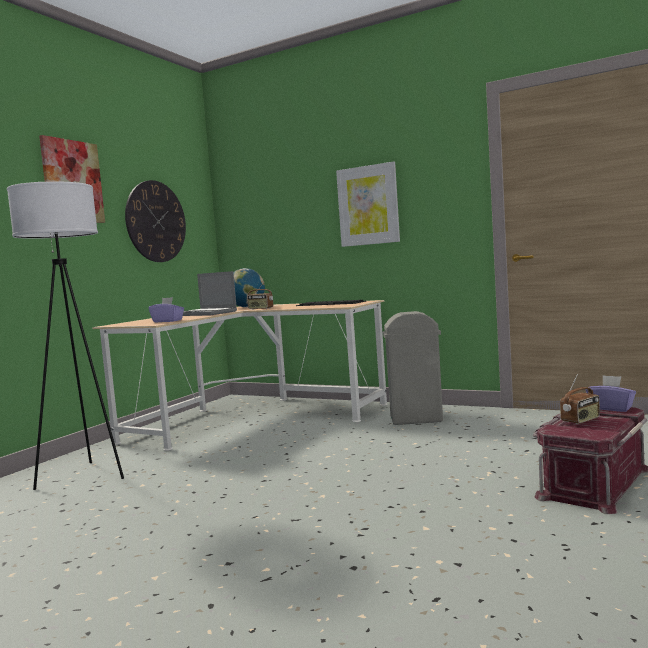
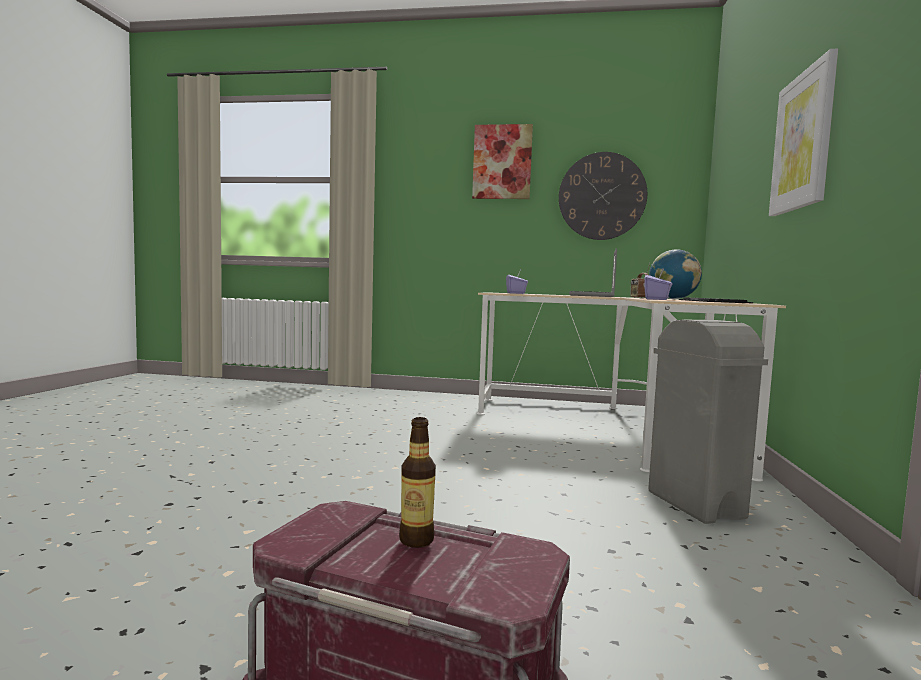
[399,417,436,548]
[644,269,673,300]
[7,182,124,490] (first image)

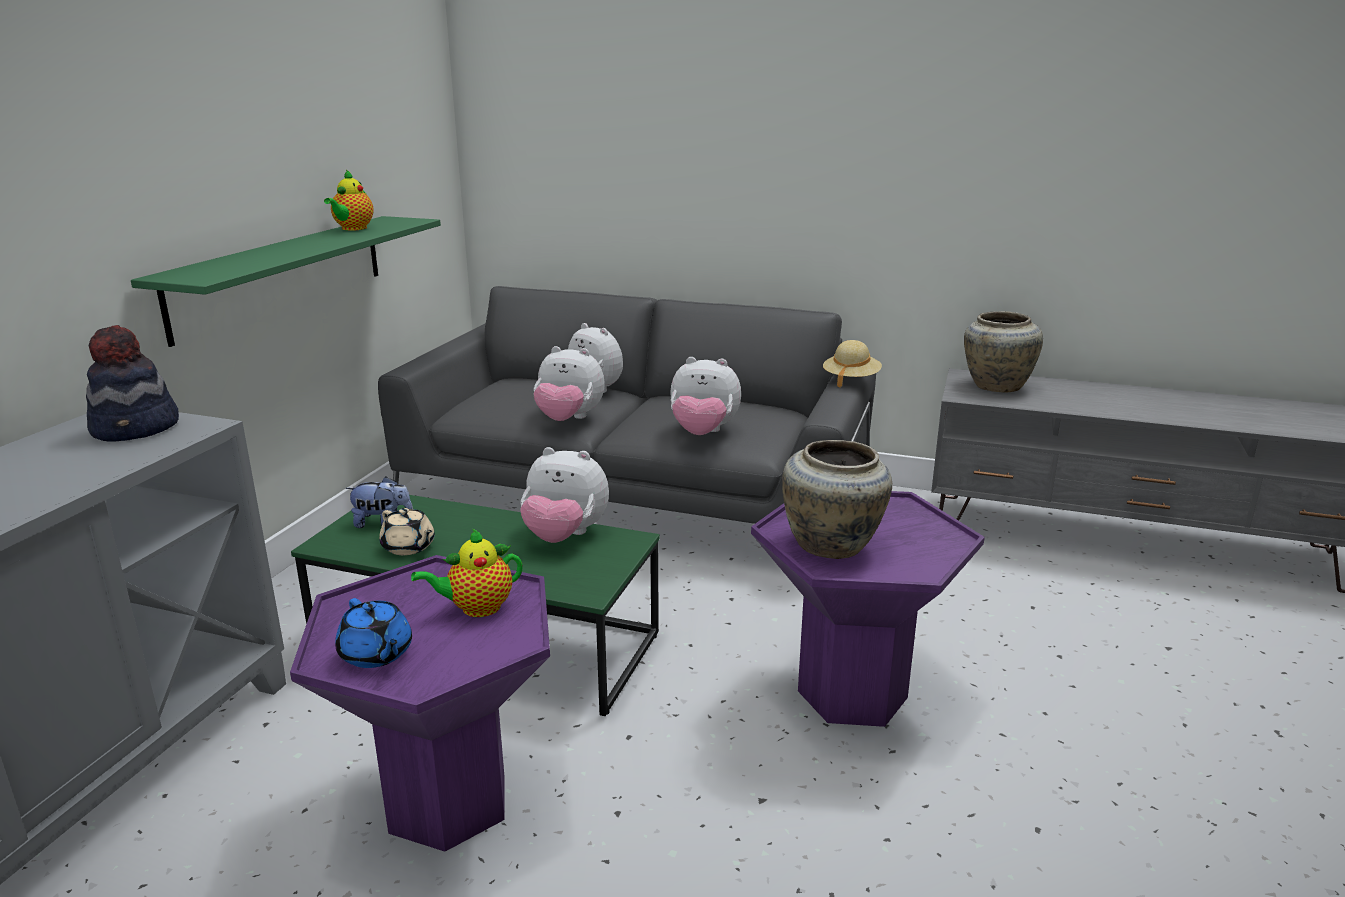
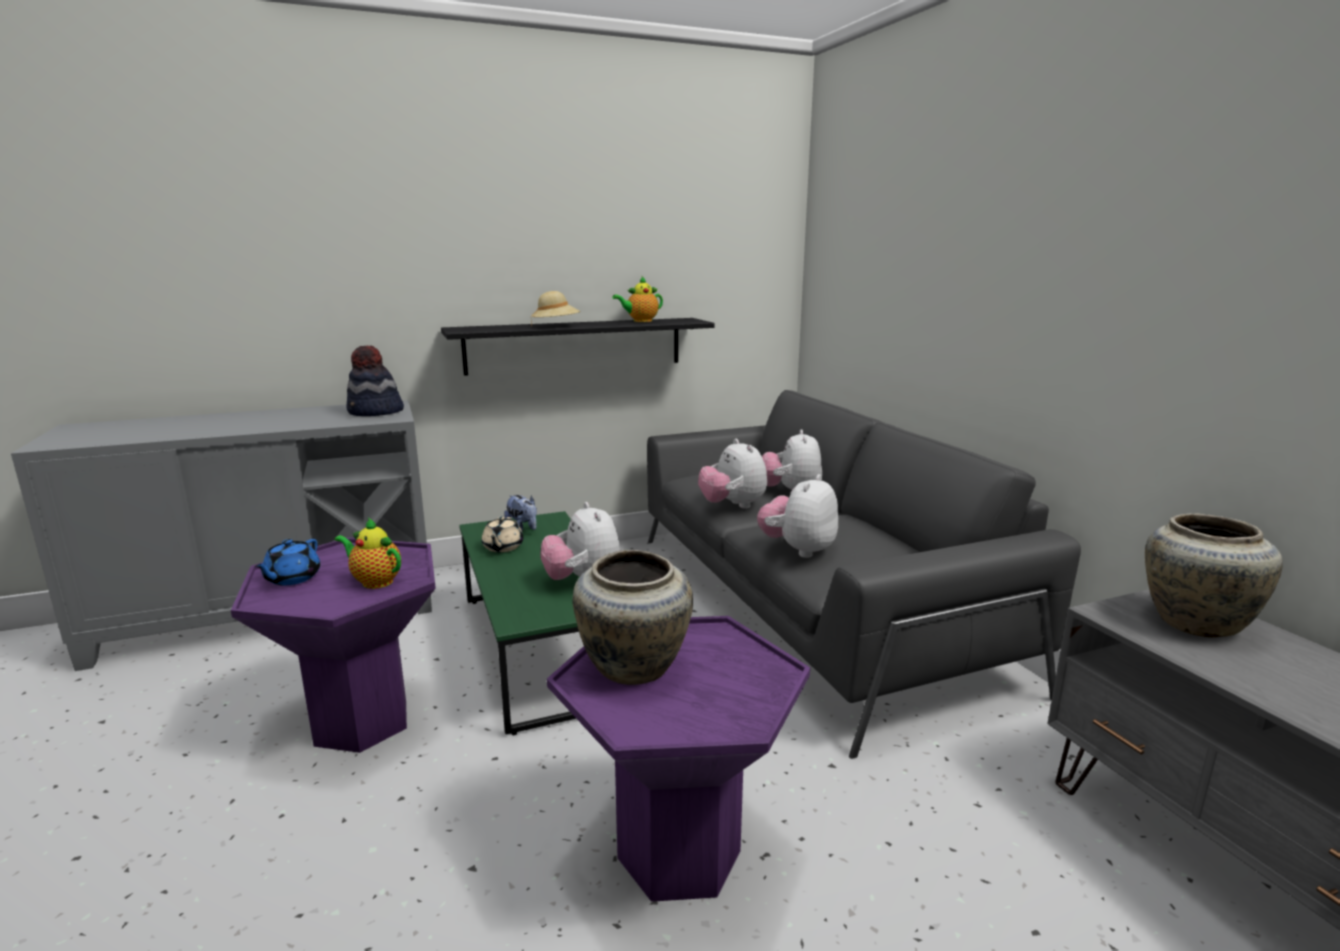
[441,318,715,376]
[531,291,580,326]
[757,474,838,558]

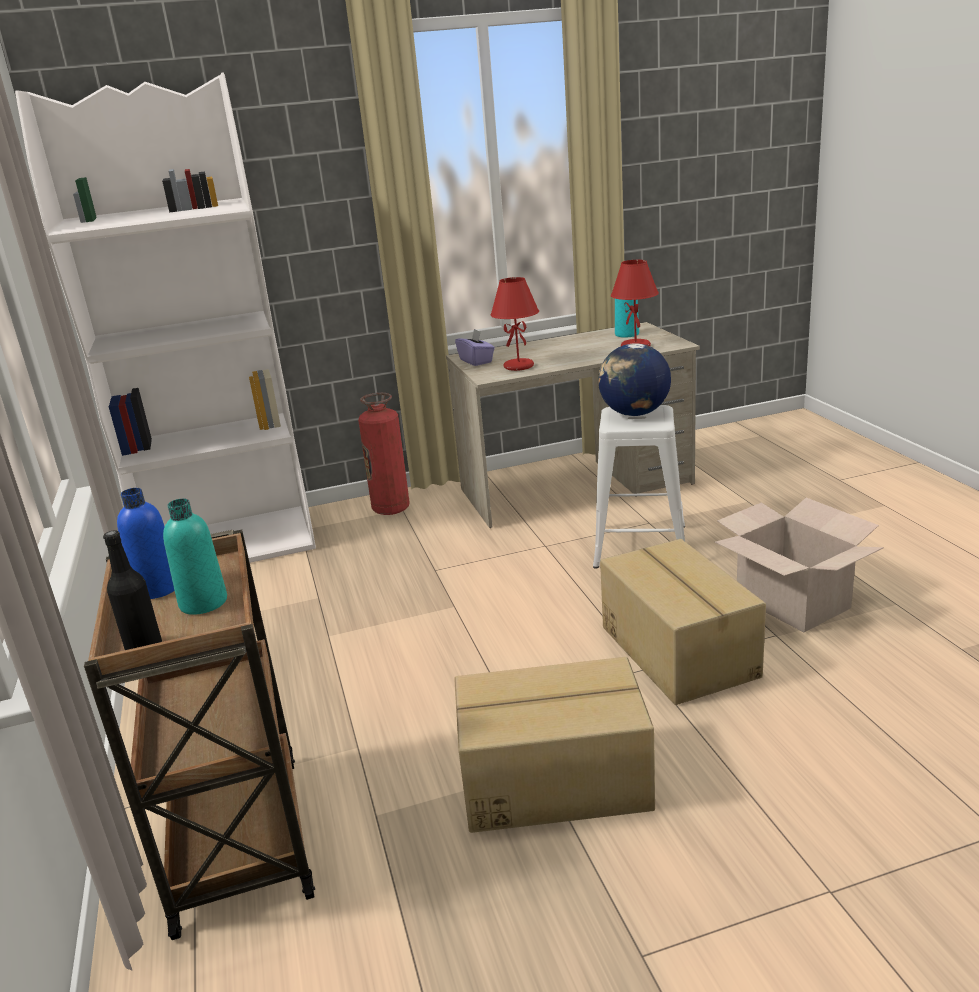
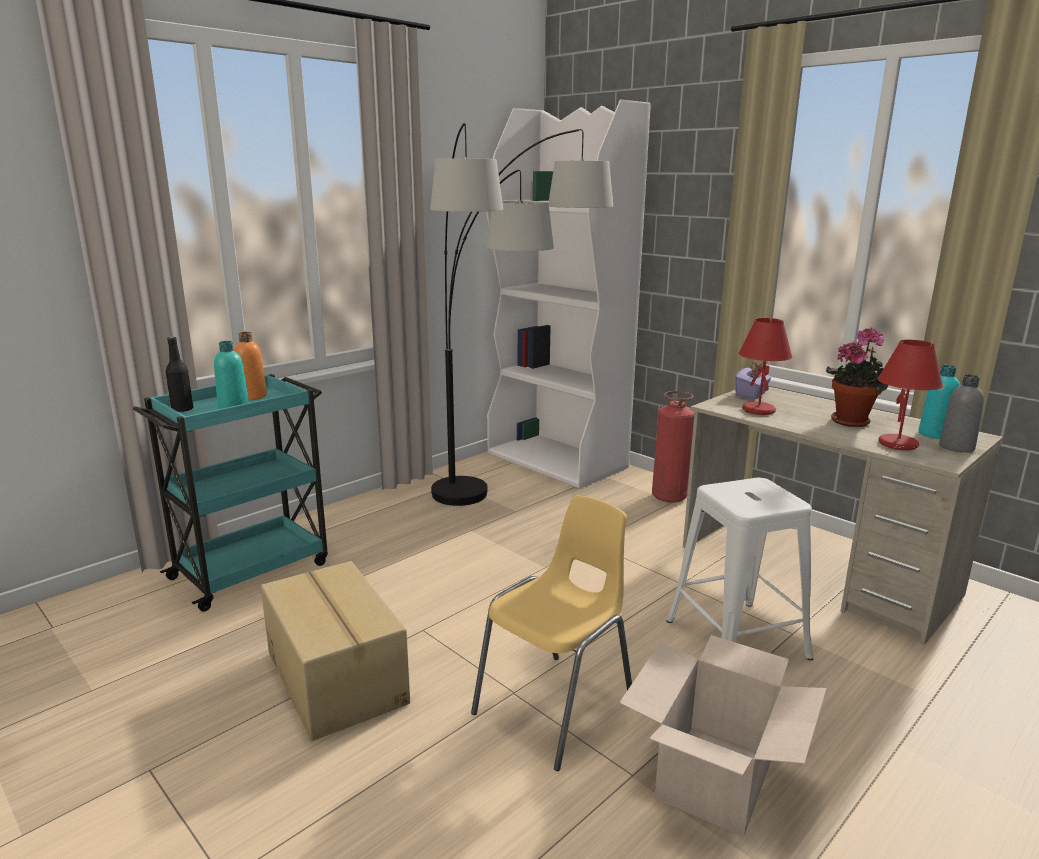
[133,374,328,612]
[234,332,267,400]
[430,123,613,506]
[471,496,632,771]
[826,327,888,427]
[939,375,984,453]
[598,343,671,416] (first image)

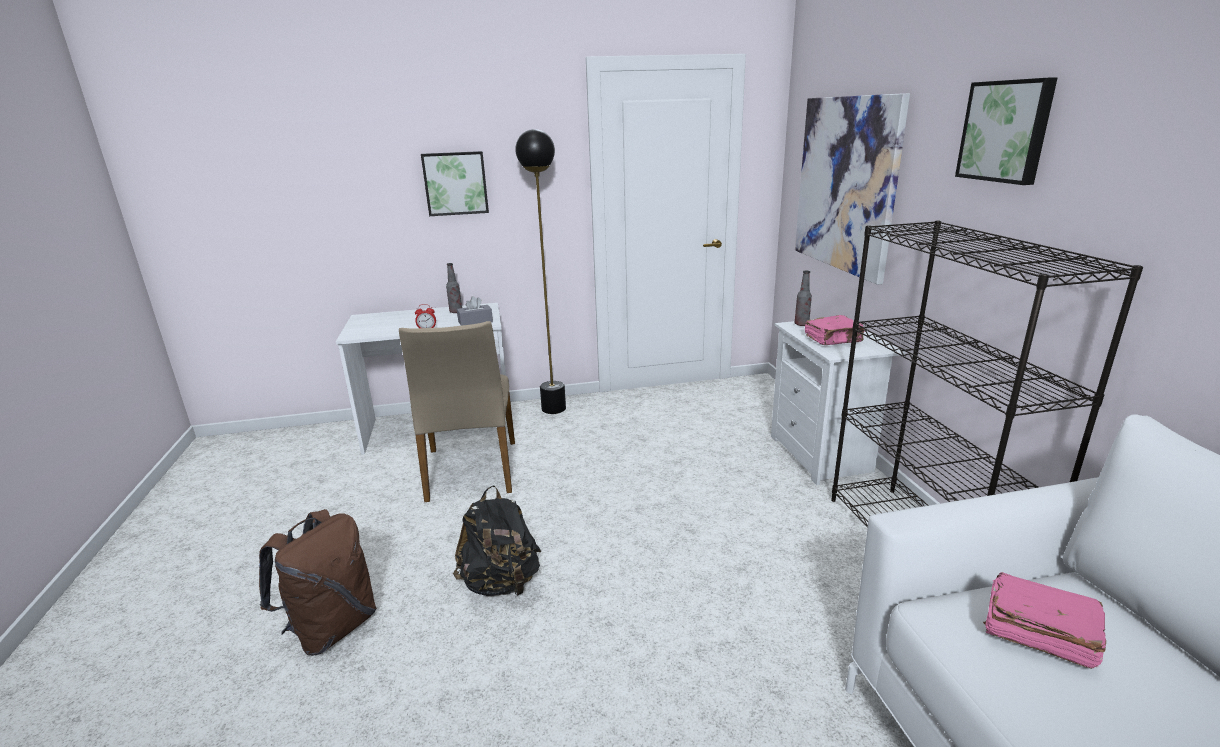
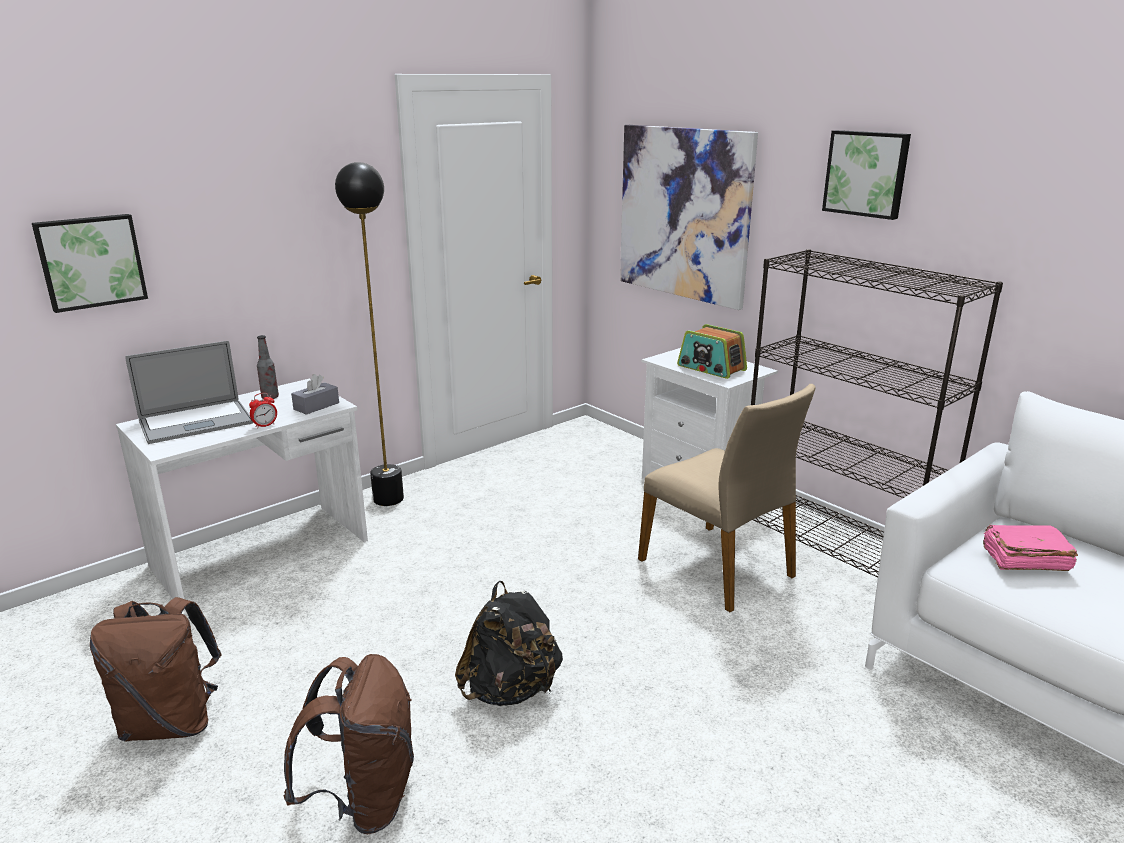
[32,214,148,313]
[90,597,222,742]
[125,341,253,444]
[638,384,816,612]
[677,324,747,379]
[795,271,812,326] (first image)

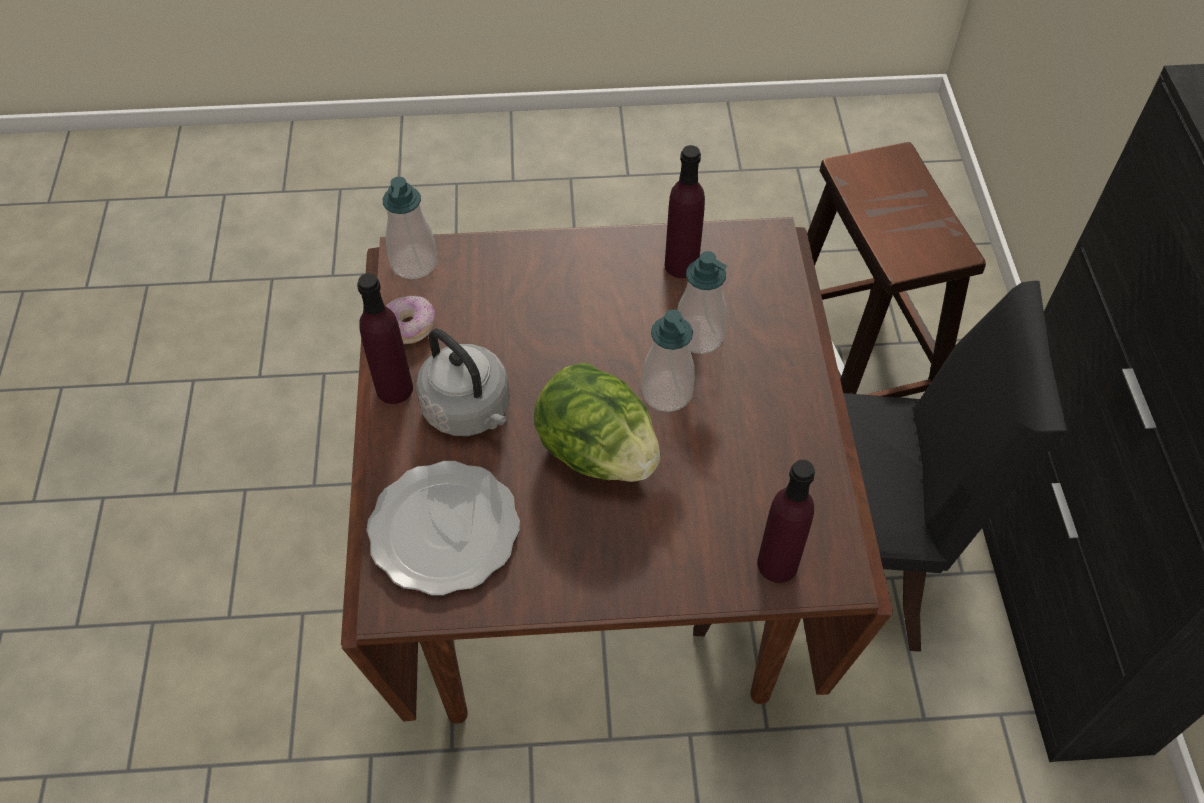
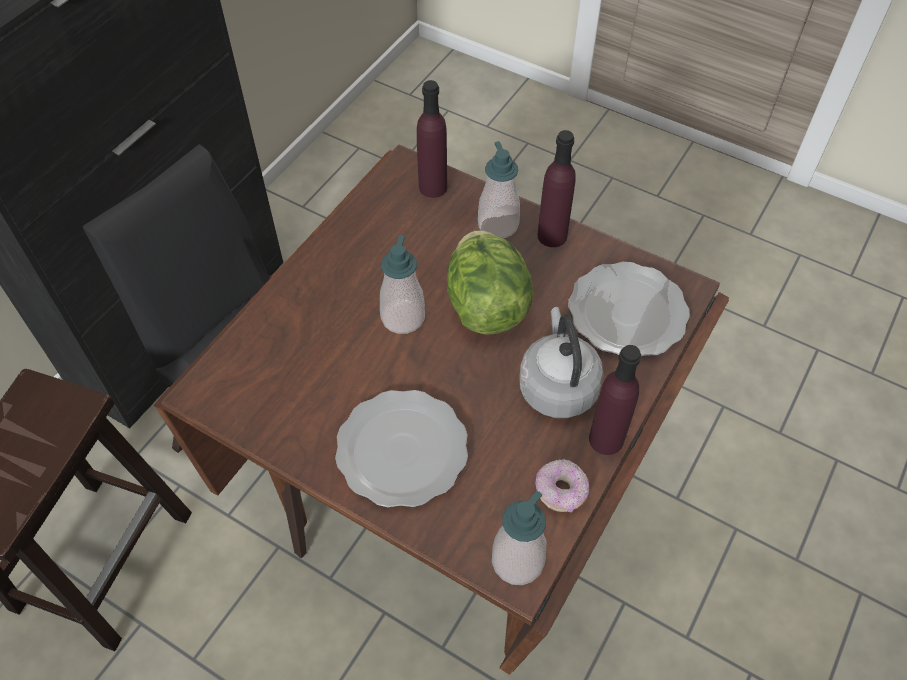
[335,390,468,508]
[478,141,520,238]
[538,130,576,247]

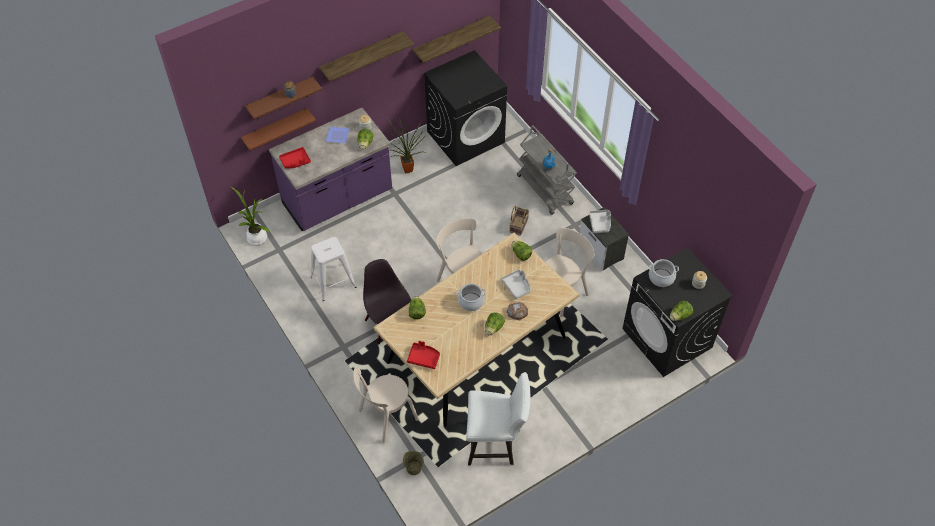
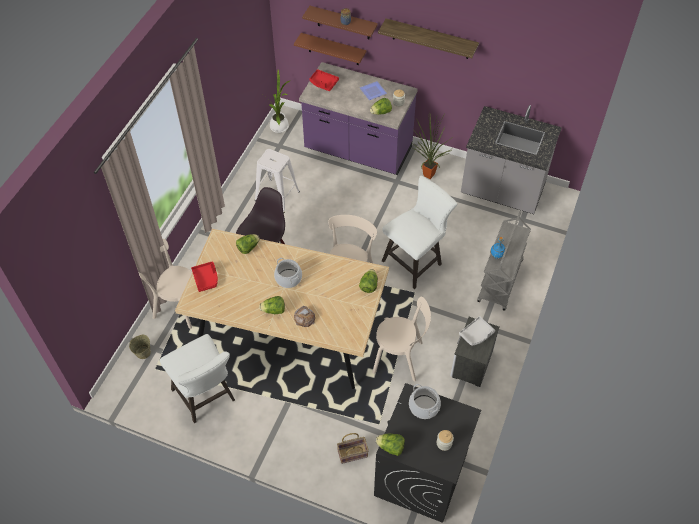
[337,433,369,464]
[382,176,457,289]
[461,105,562,214]
[413,15,501,63] (first image)
[501,269,530,299] (first image)

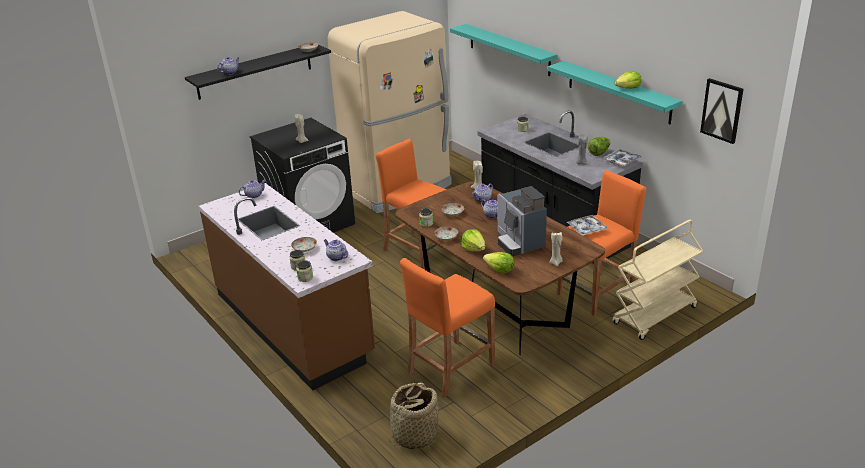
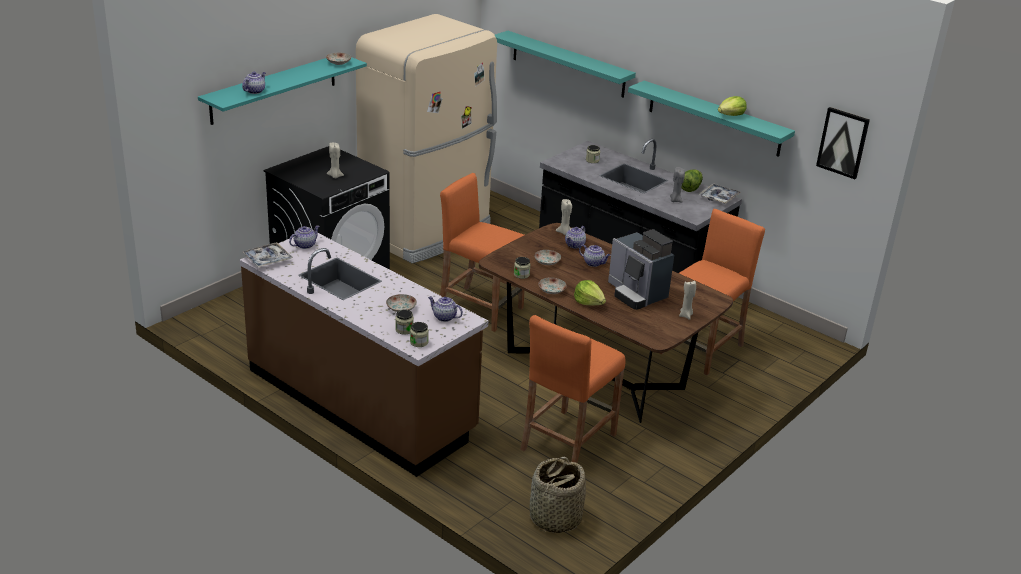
[198,57,367,125]
[243,242,293,267]
[483,252,514,274] (first image)
[613,220,703,340] (first image)

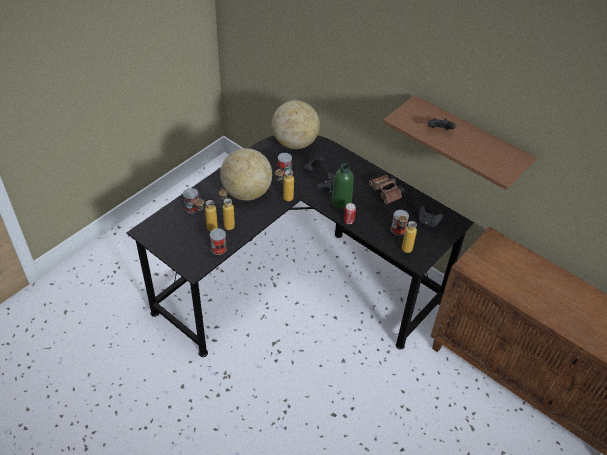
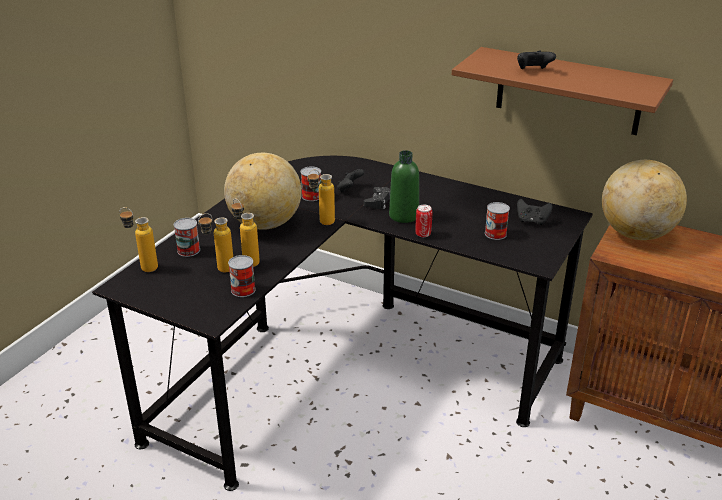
[119,207,158,272]
[602,160,687,240]
[369,175,404,204] (first image)

